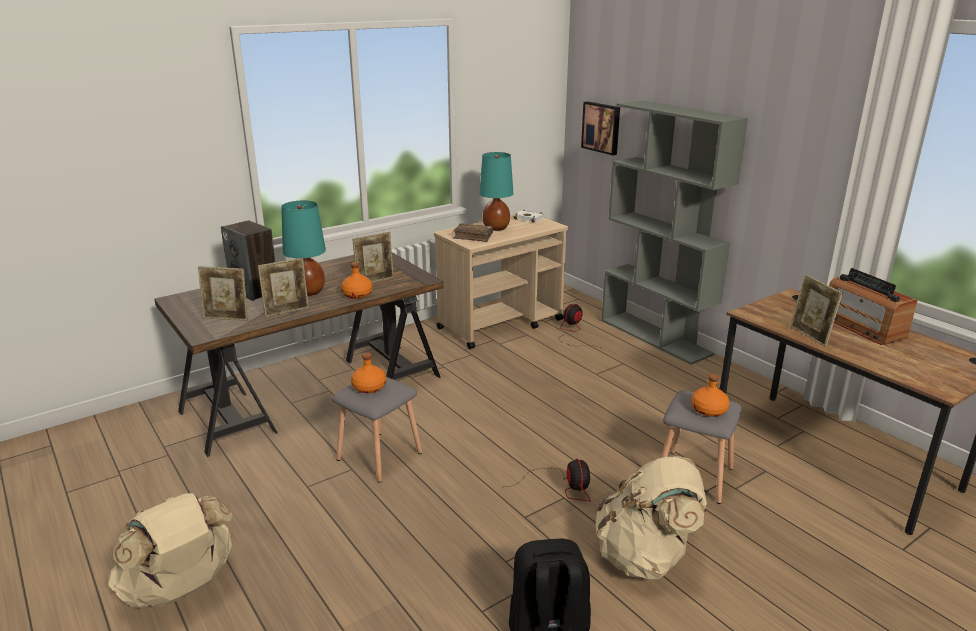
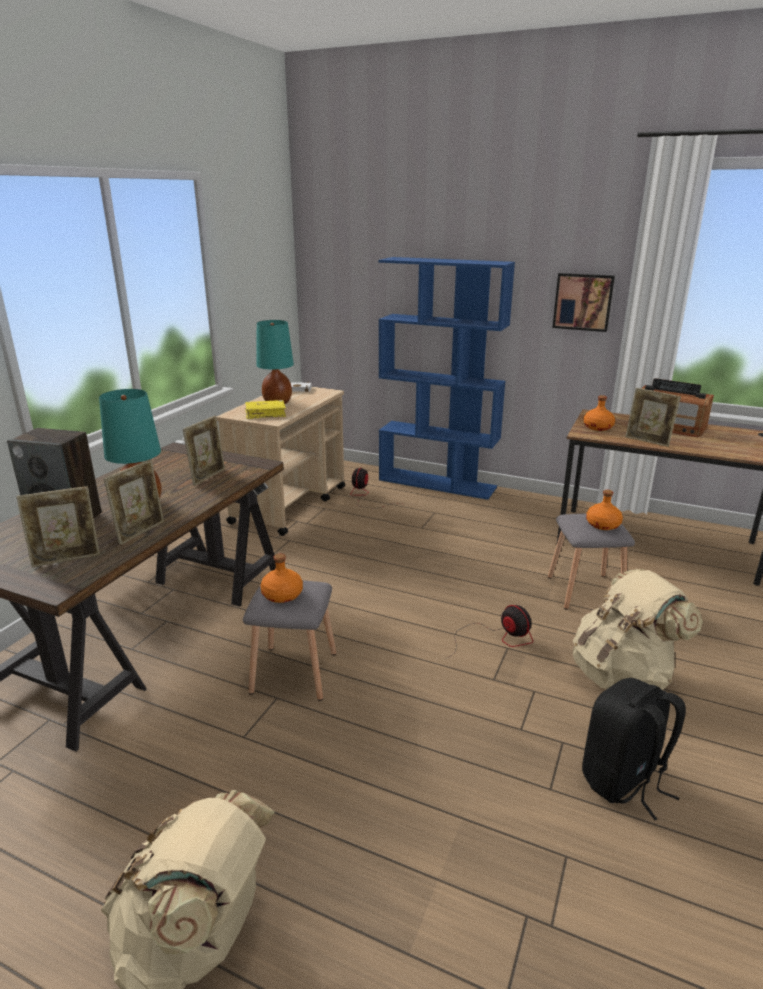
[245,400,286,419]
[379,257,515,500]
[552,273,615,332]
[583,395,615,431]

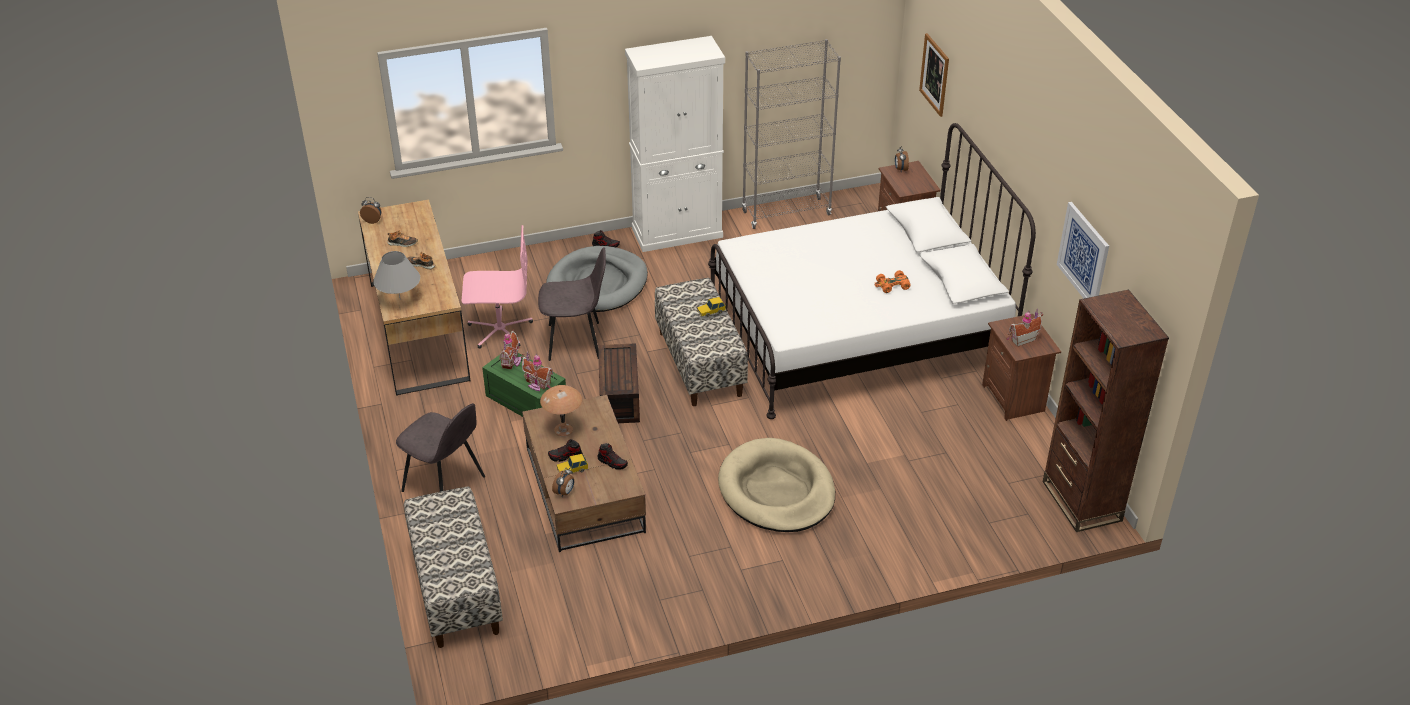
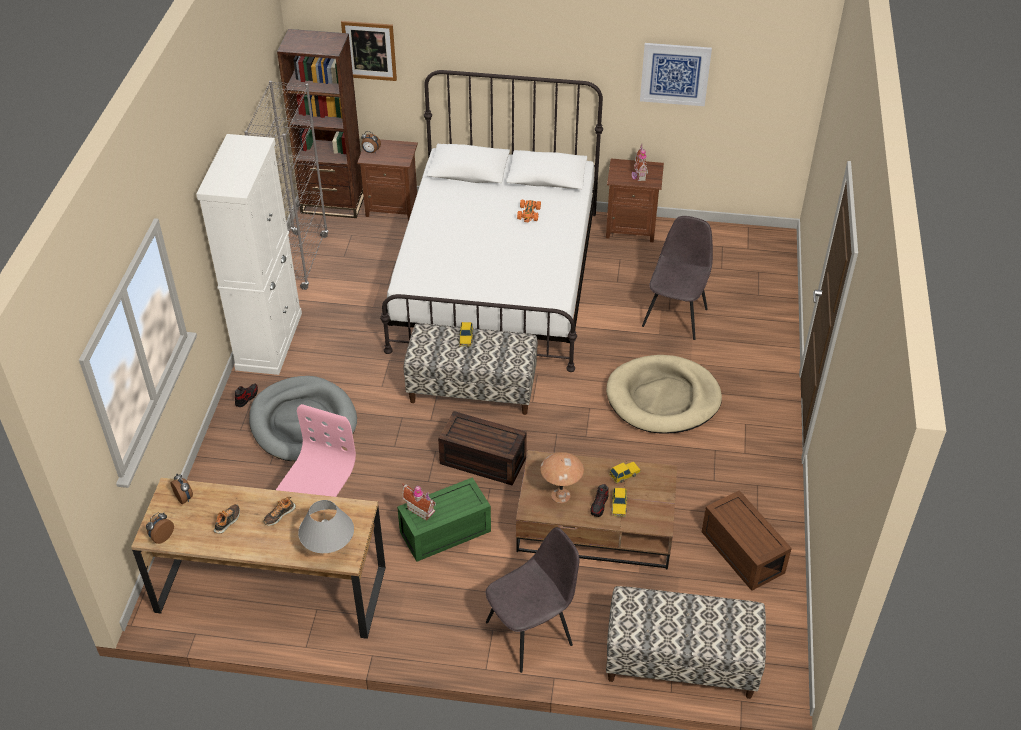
[171,474,193,504]
[277,29,364,218]
[609,462,640,484]
[642,216,713,340]
[702,490,792,591]
[521,351,553,391] (first image)

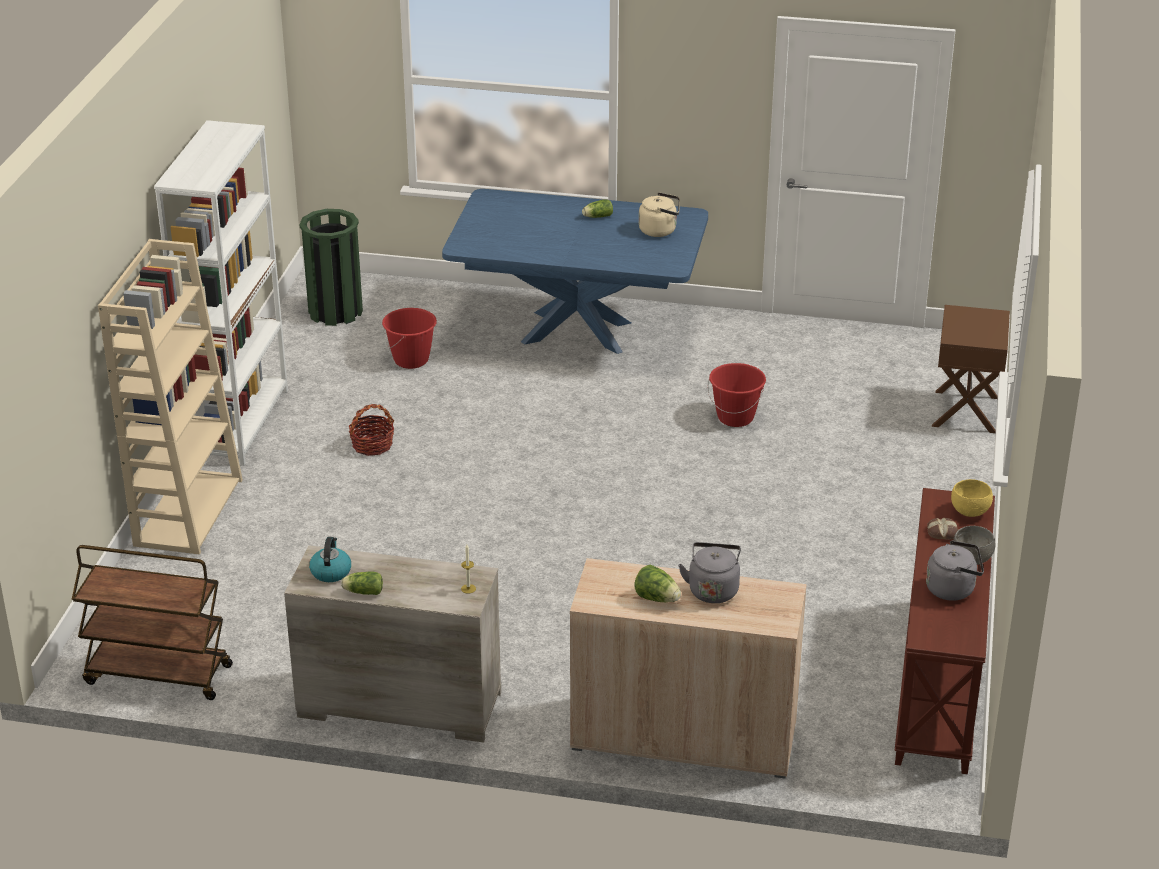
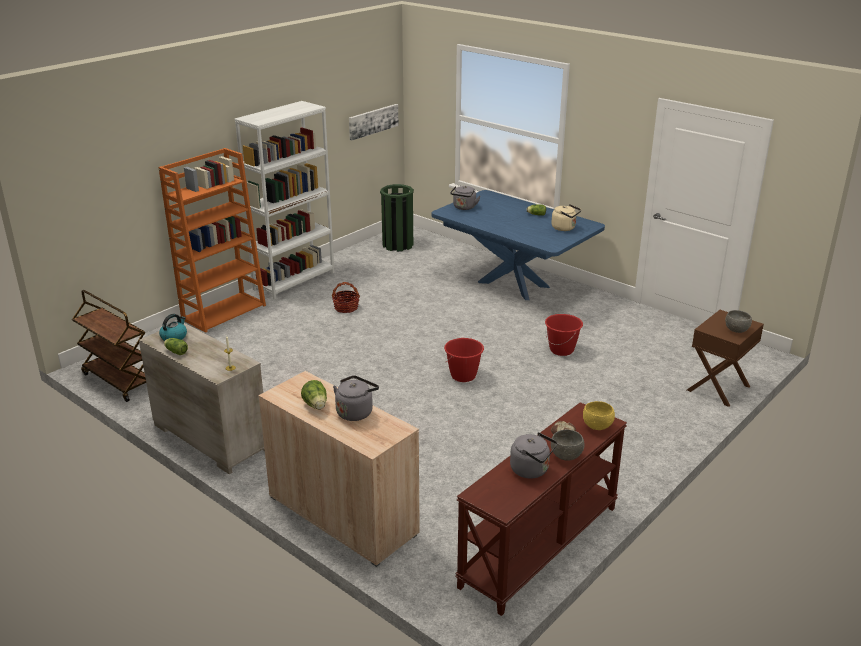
[159,148,266,333]
[349,104,399,141]
[444,338,484,382]
[450,186,480,210]
[725,310,752,333]

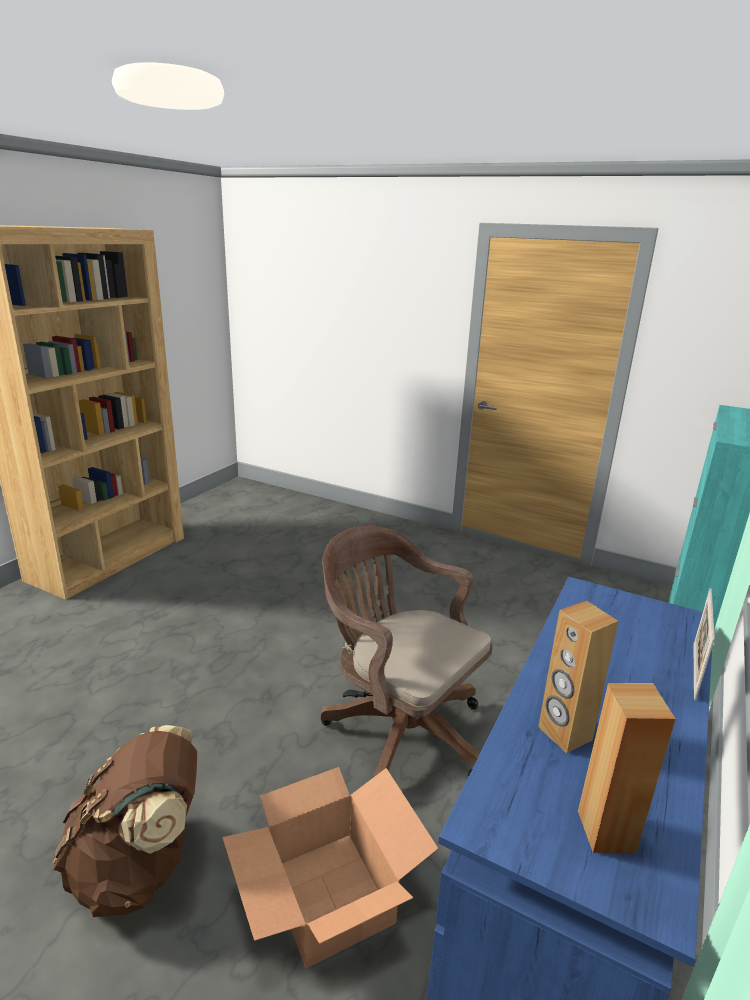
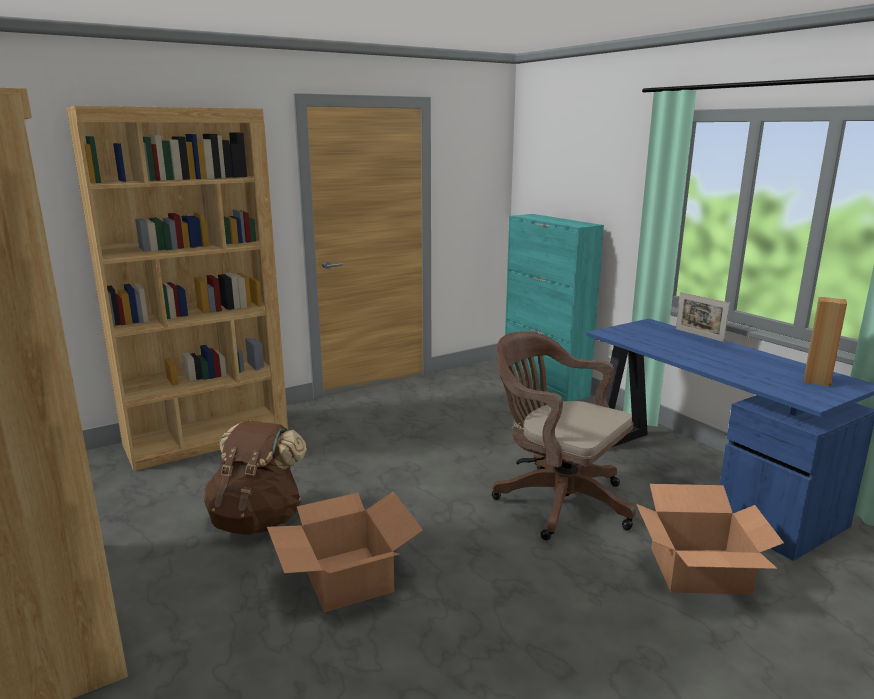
[66,106,288,471]
[204,420,307,535]
[267,491,423,613]
[492,331,635,540]
[538,601,618,753] (first image)

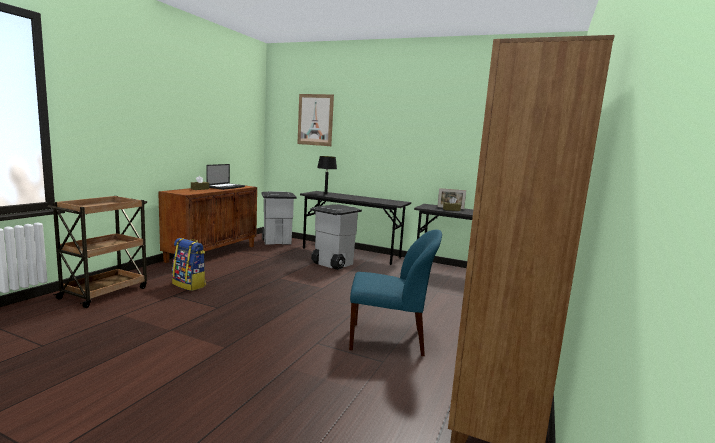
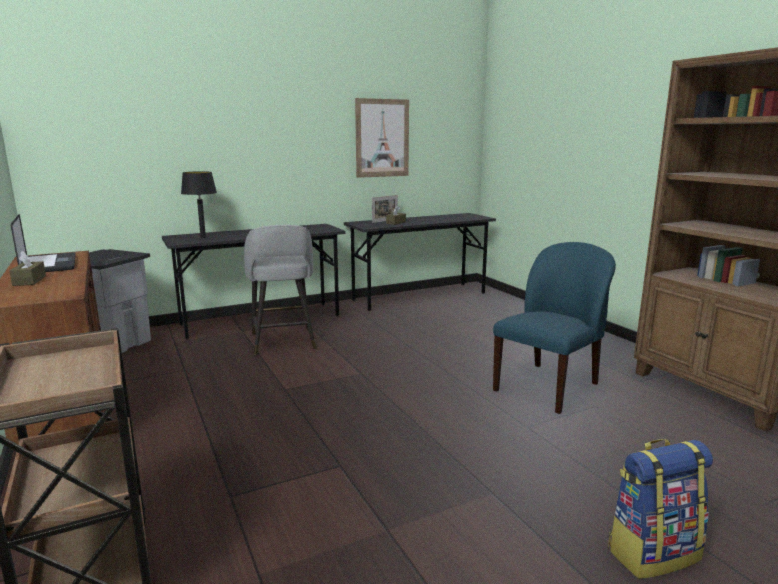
[244,225,317,355]
[355,98,409,178]
[608,439,713,579]

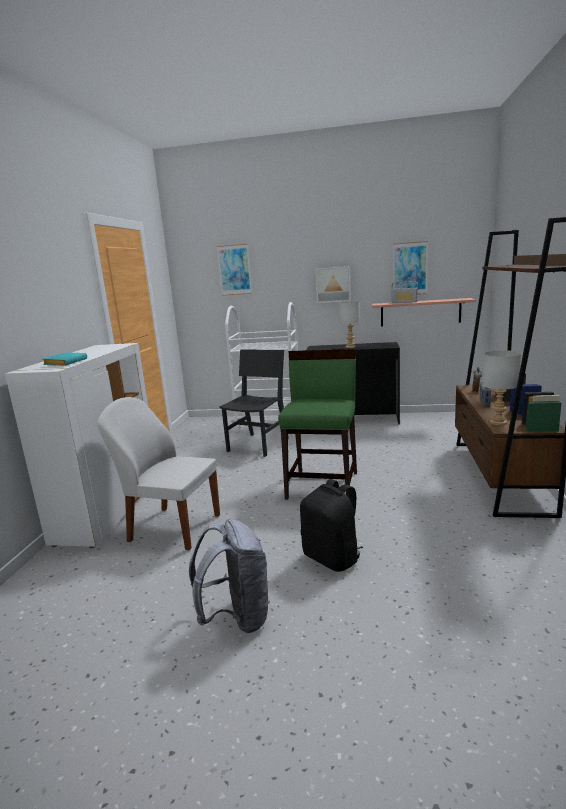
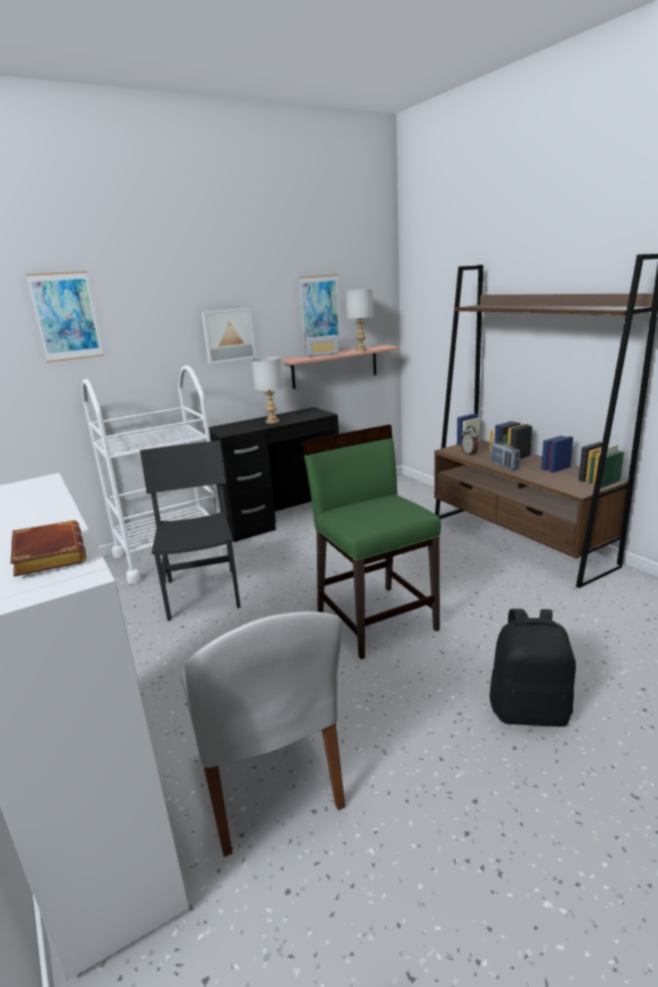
[10,520,86,577]
[181,611,345,857]
[345,289,373,351]
[189,519,270,633] (first image)

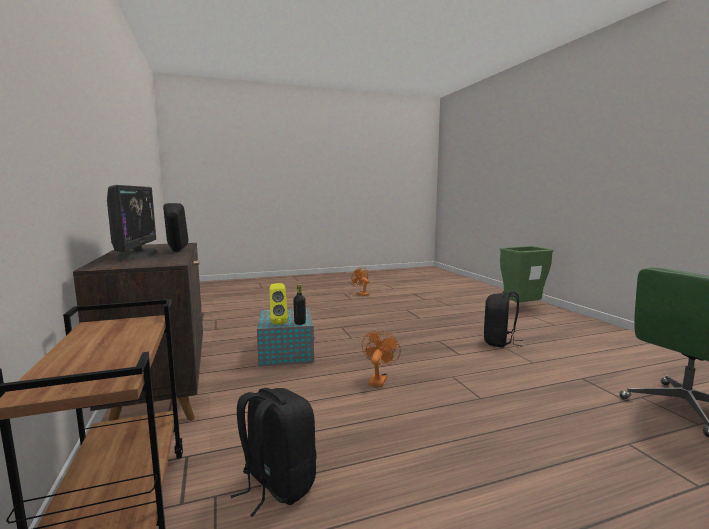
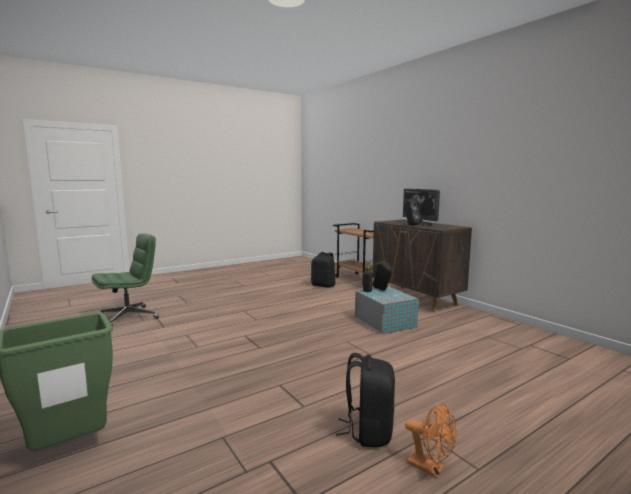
[336,353,395,447]
[373,262,392,291]
[362,330,401,387] (first image)

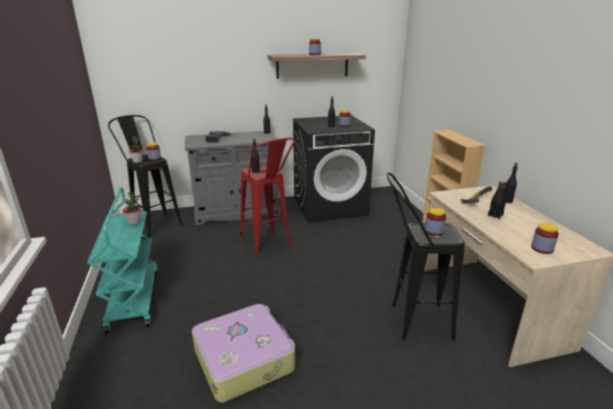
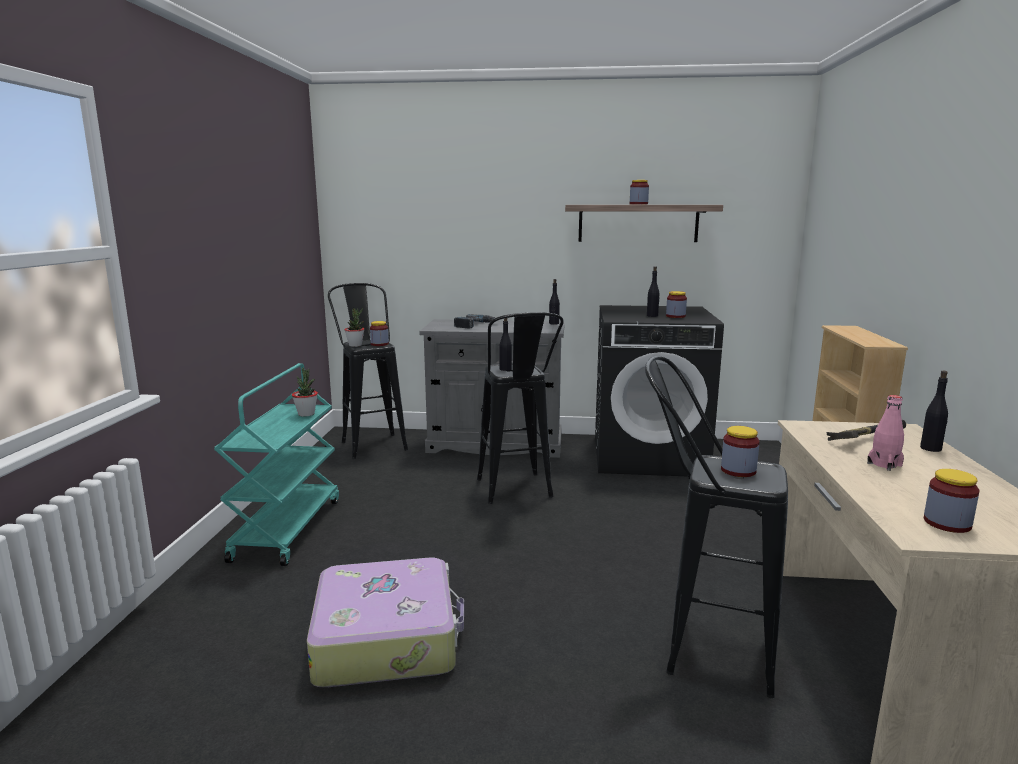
[477,312,564,504]
[867,395,904,471]

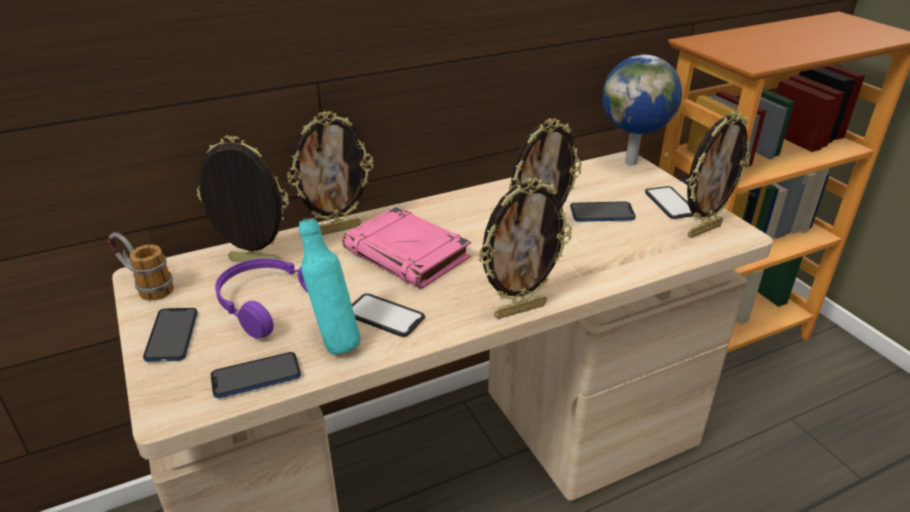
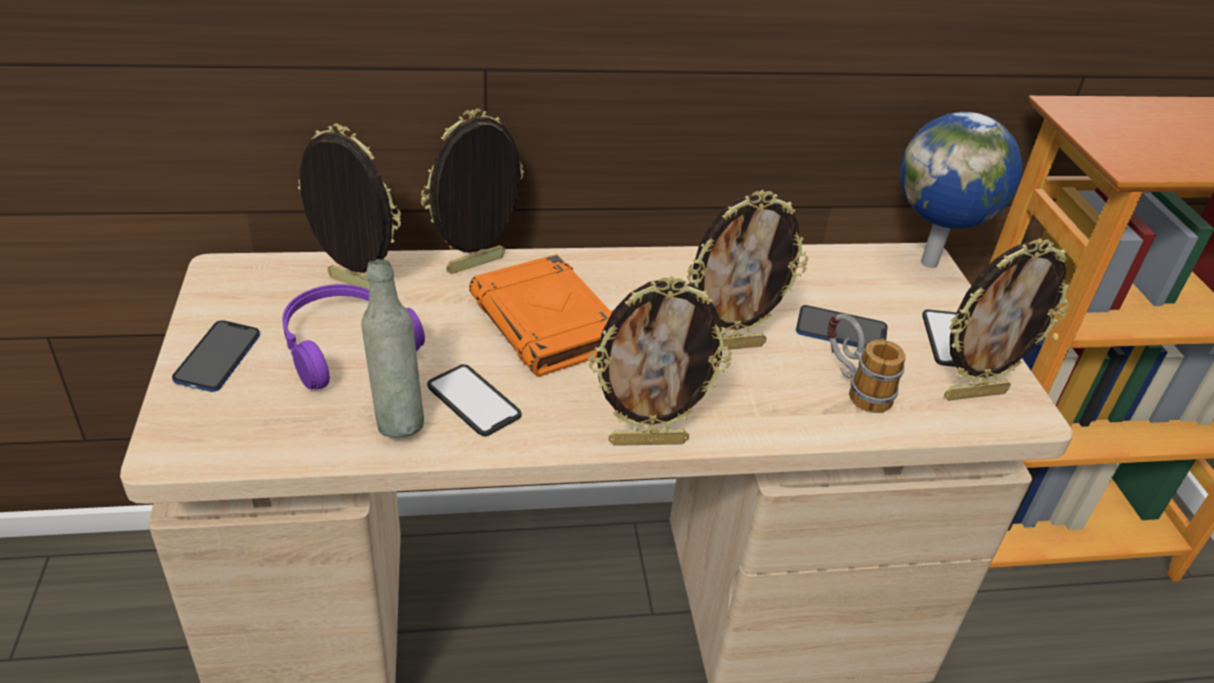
[362,259,424,438]
[421,109,525,274]
[469,254,613,377]
[827,314,906,413]
[211,352,301,398] (first image)

